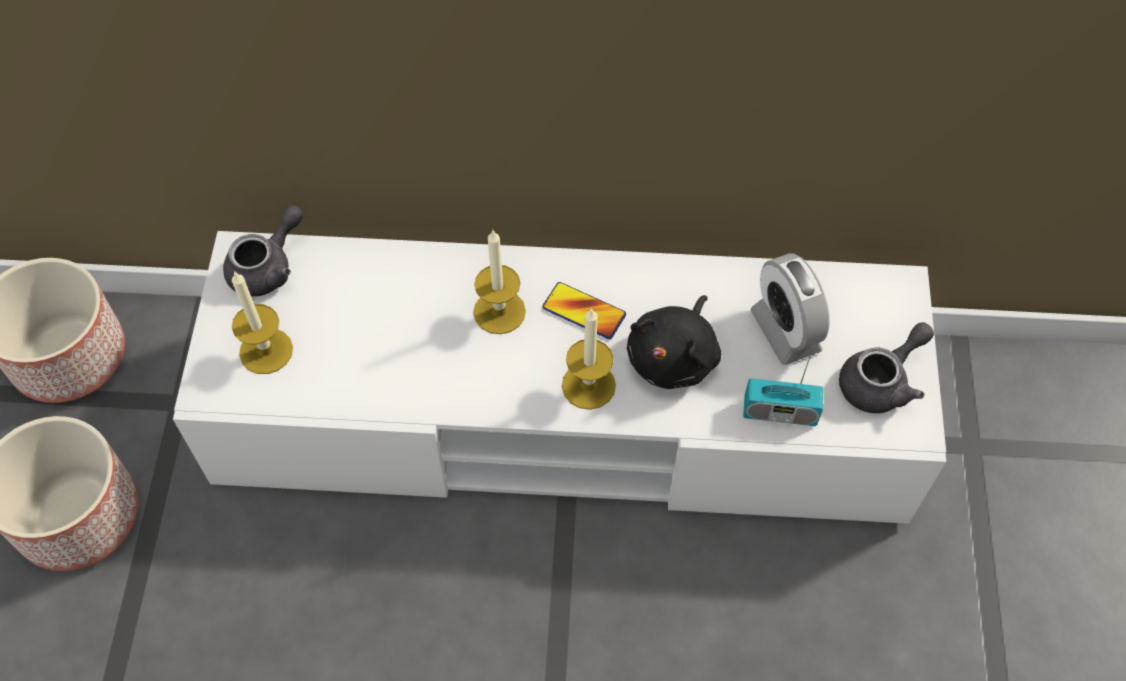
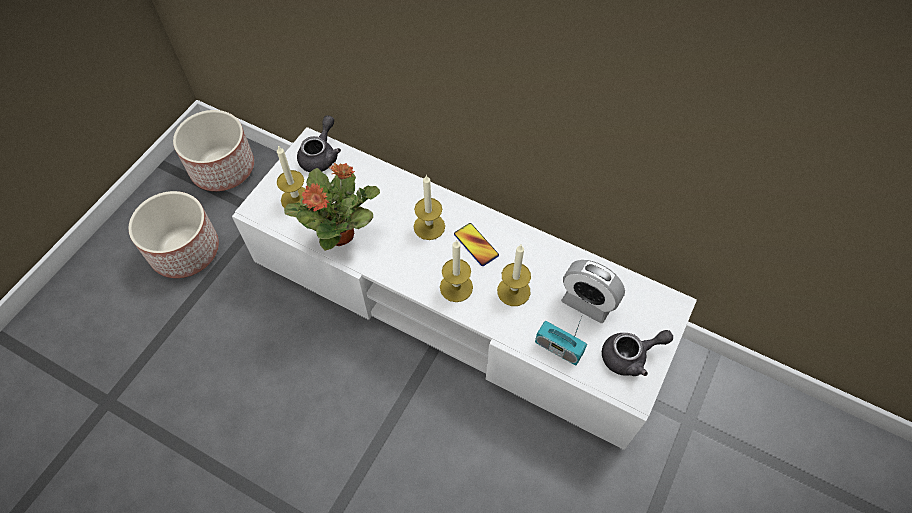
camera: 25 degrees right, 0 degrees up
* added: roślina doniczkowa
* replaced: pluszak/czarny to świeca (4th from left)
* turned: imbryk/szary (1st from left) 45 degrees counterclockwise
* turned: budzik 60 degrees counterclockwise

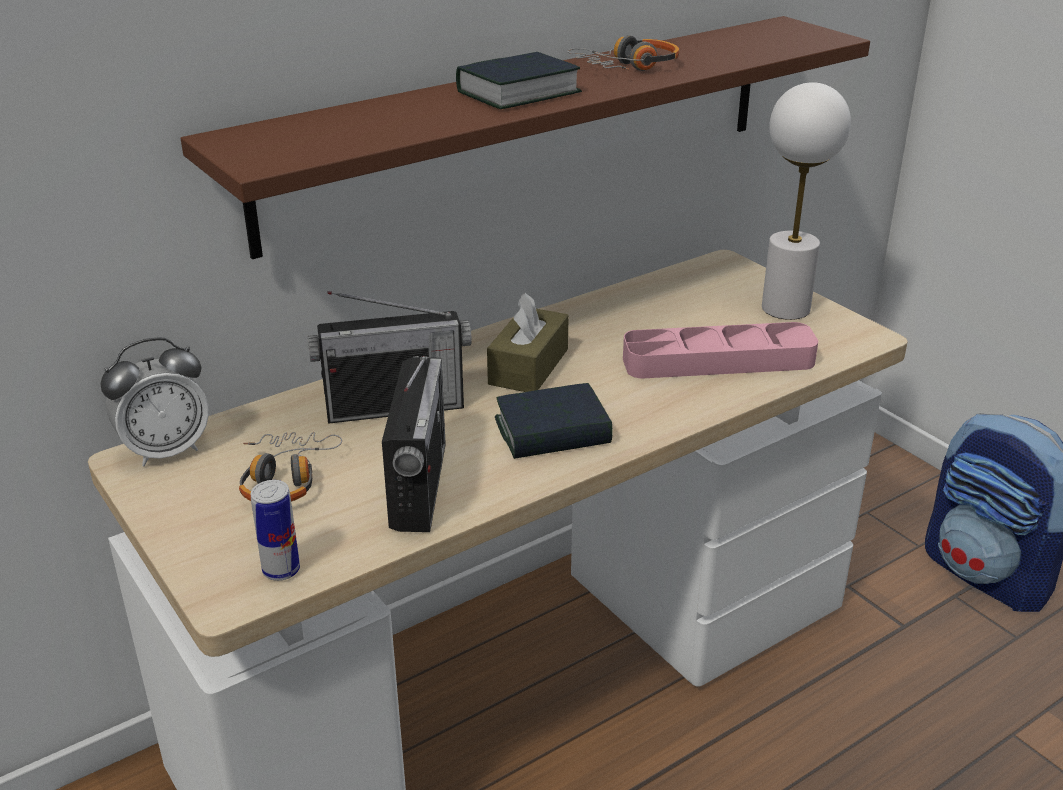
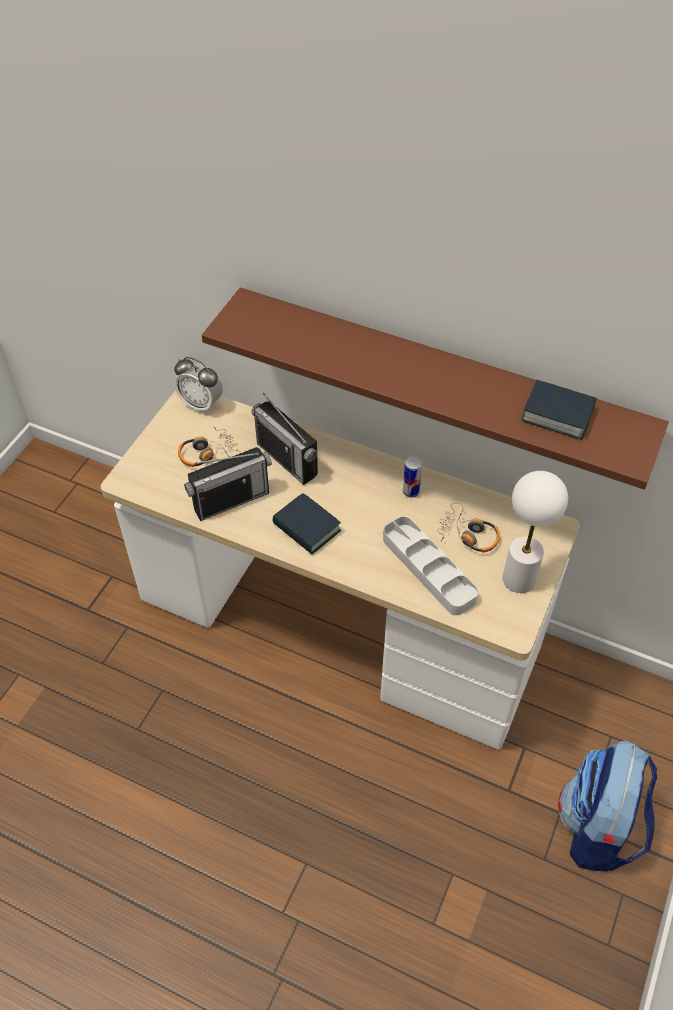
camera: 60 degrees right, 20 degrees up
* removed: pudełko chusteczek/brązowy
* moved: puszka
* moved: książka (1st from left in the first image) to książka (2nd from left)
* moved: słuchawki (2nd from left)
* recoloured: taca/różowy to taca/szary

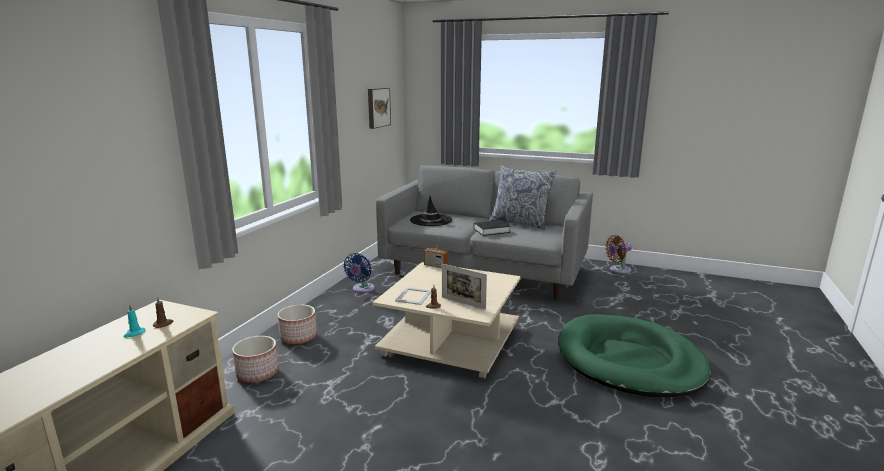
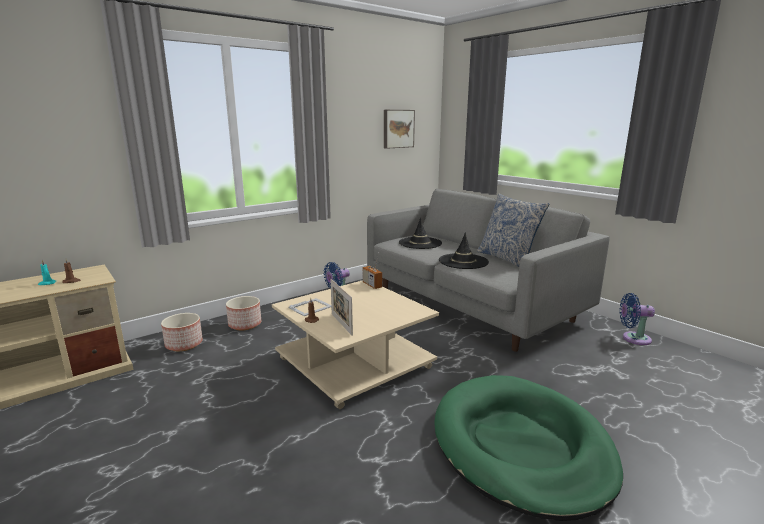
camera: 30 degrees right, 0 degrees up
* replaced: książka/czarny to kapelusz/czarny (2nd from left)
* recoloured: wentylator/brązowy to wentylator/niebieski (2nd from left)

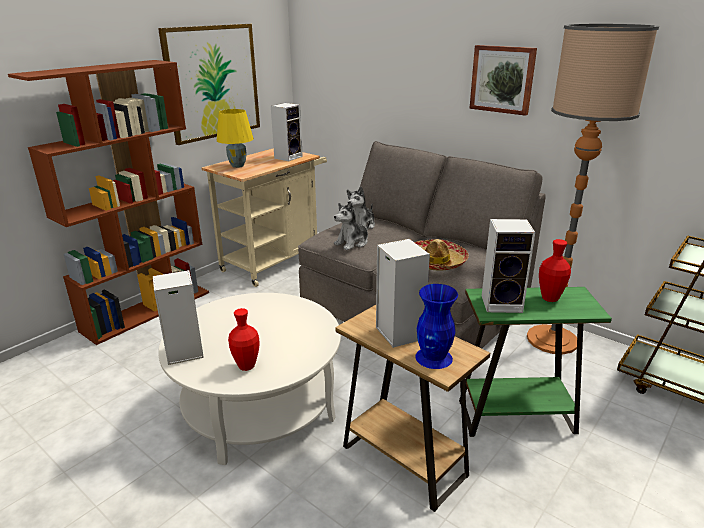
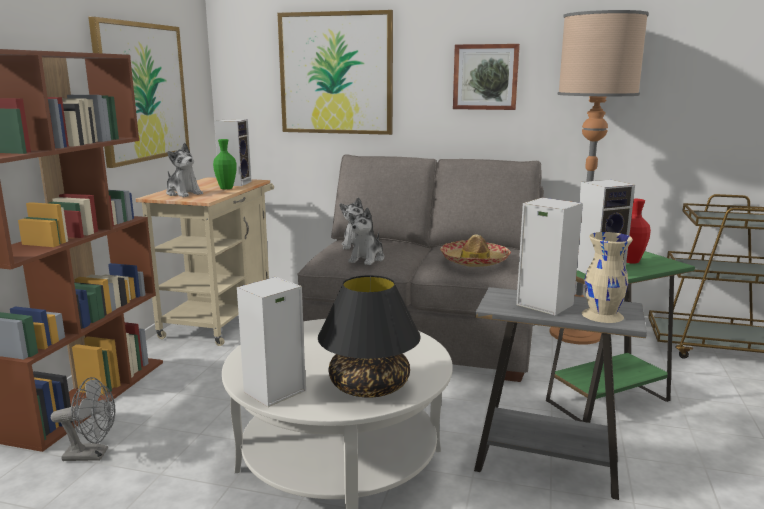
camera: 25 degrees left, 10 degrees down
* added: wentylator/szary
* added: wazon/zielony
* added: obraz (2nd from left)
* replaced: lampa stołowa/żółty to pluszak (1st from left)
* replaced: wazon/czerwony (1st from left) to lampa stołowa/czarny
* recoloured: stolik/brązowy to stolik/szary
* recoloured: wazon/niebieski to wazon/beżowy

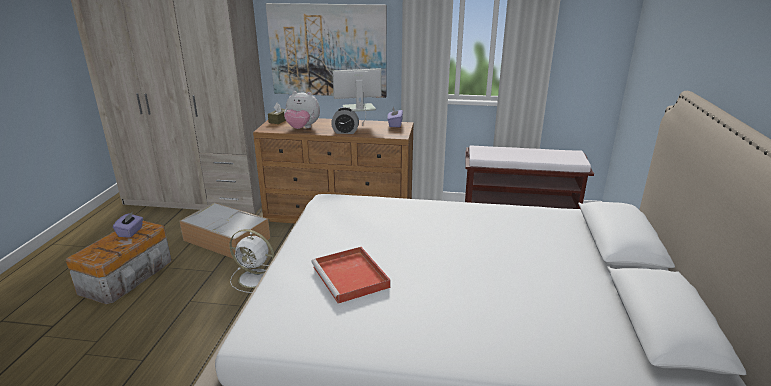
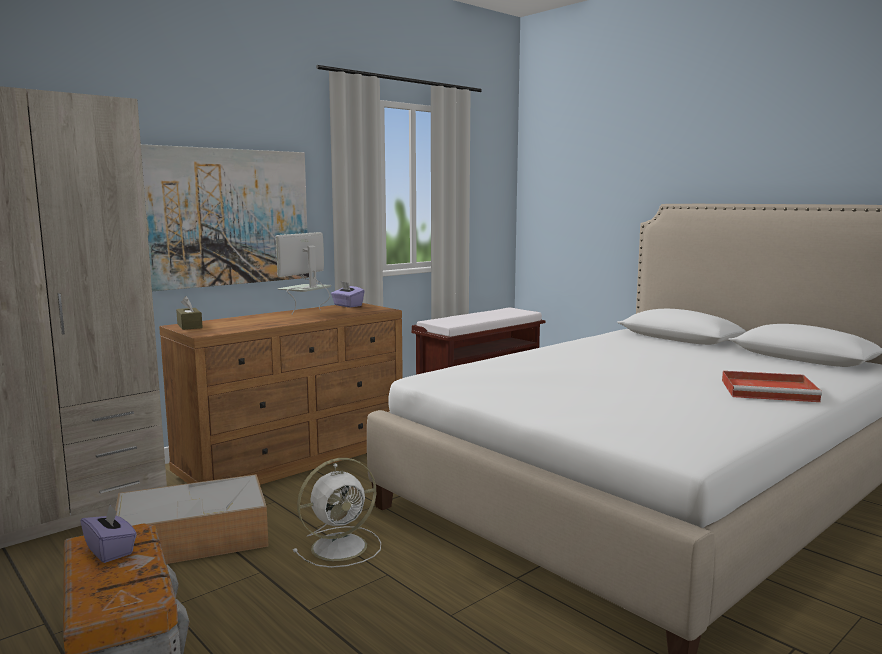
camera: 50 degrees left, 15 degrees down
* removed: pluszak
* removed: budzik
* moved: taca/czerwony

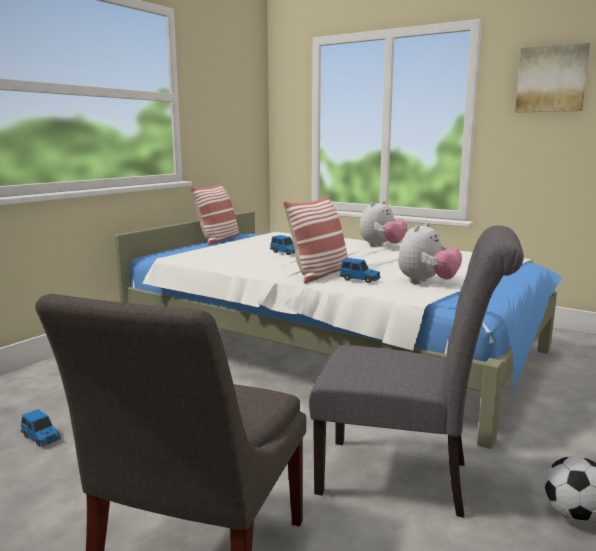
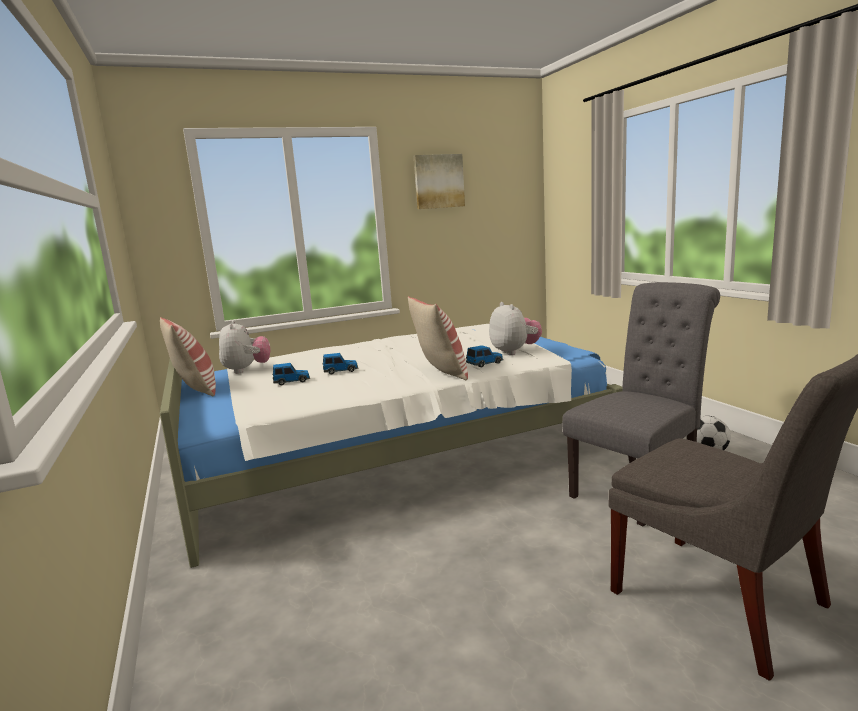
camera: 55 degrees left, 0 degrees up
* moved: samochodzik (1st from left)
* moved: pluszak (1st from left)

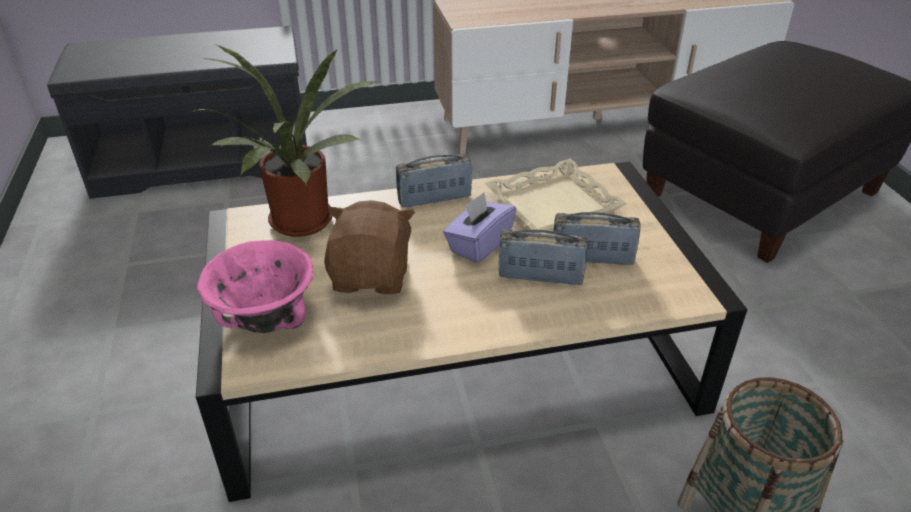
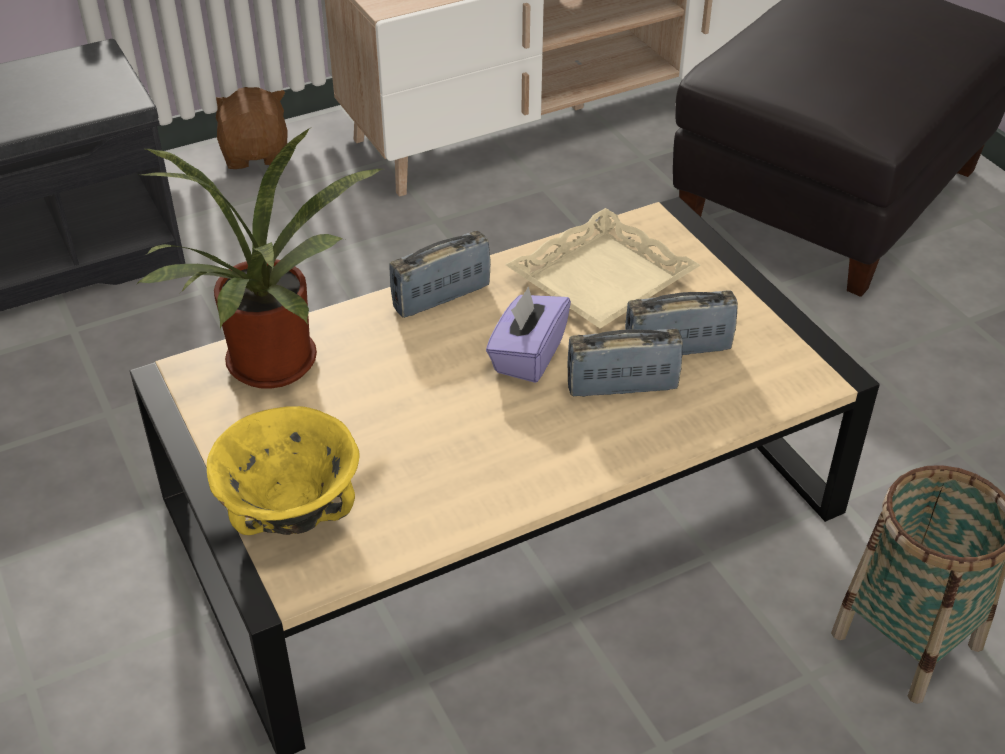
camera: 15 degrees left, 5 degrees up
* moved: pluszak/brązowy
* recoloured: miska/różowy to miska/żółty

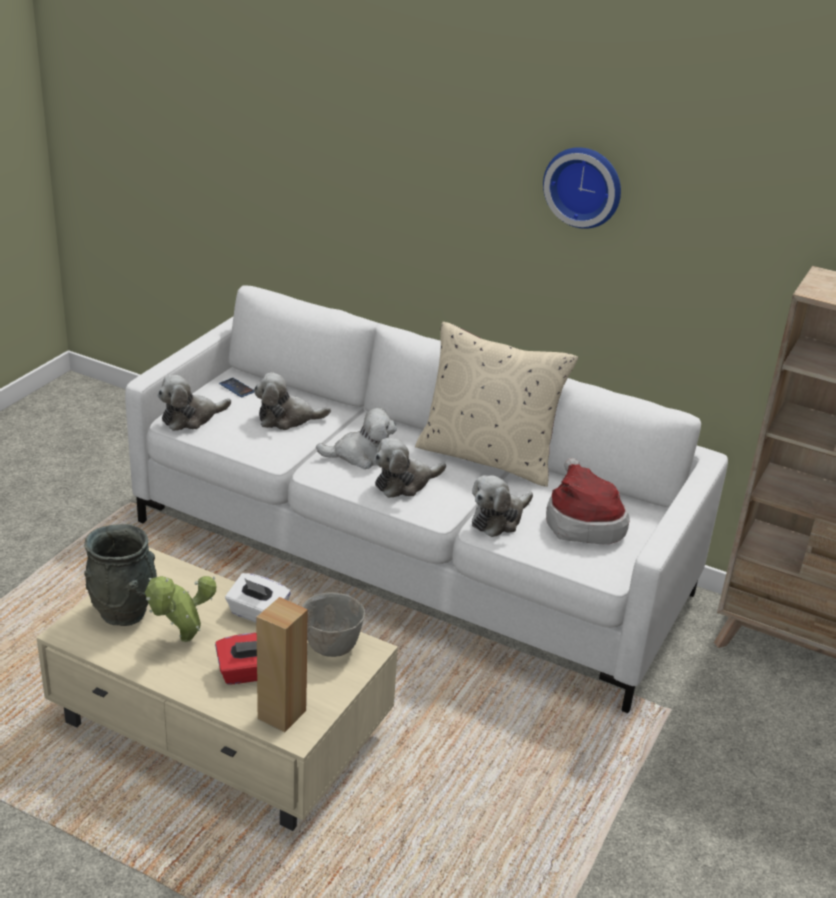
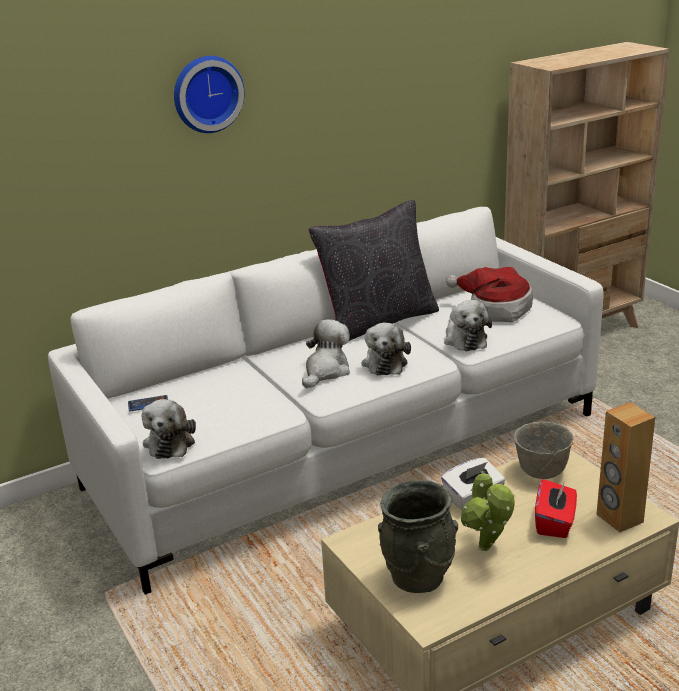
camera: 55 degrees left, 5 degrees down
* removed: pluszak (2nd from left)
* moved: zegar ścienny
* recoloured: poduszka/beżowy to poduszka/czarny

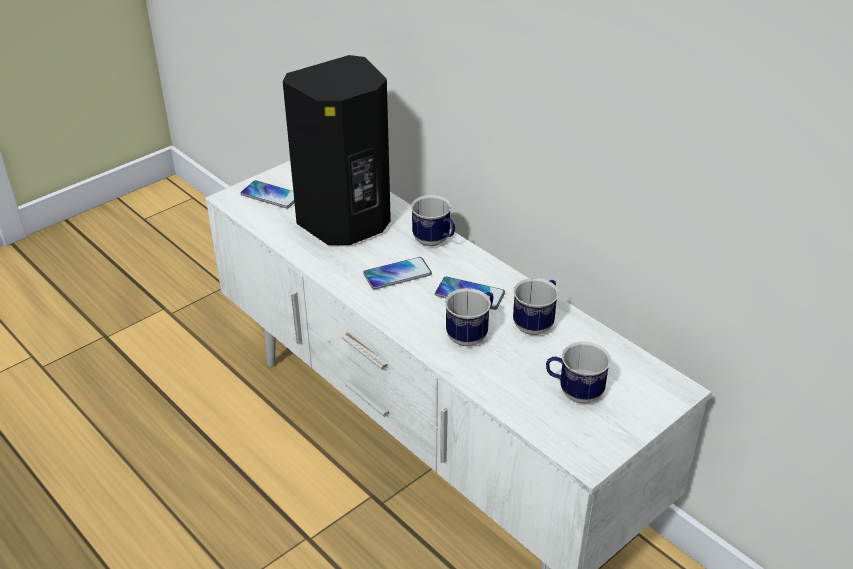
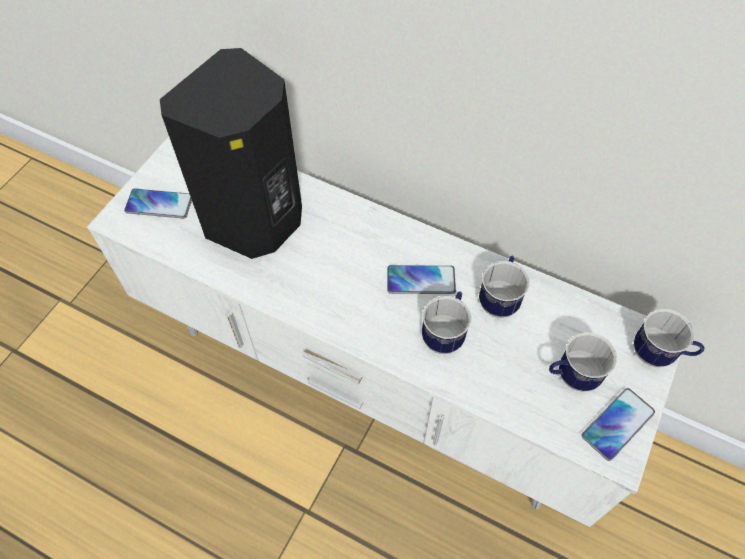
camera: 20 degrees left, 20 degrees up
* moved: telefon (2nd from left in the first image) to telefon (3rd from left)
* moved: kubek (1st from left in the first image) to kubek (4th from left)

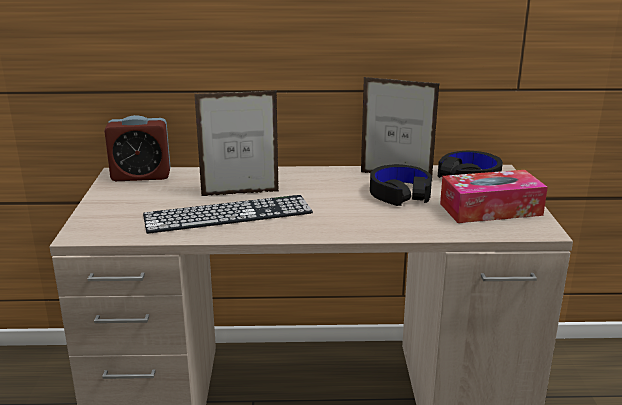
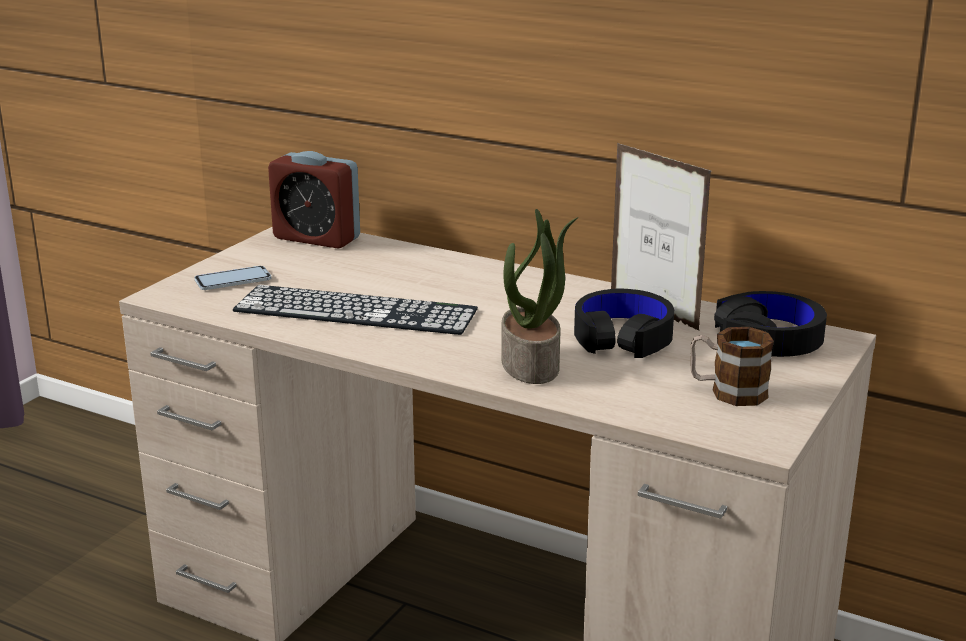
camera: 30 degrees right, 0 degrees up
* removed: ramka na zdjęcie (1st from left)
* added: telefon
* added: roślina doniczkowa
* replaced: pudełko chusteczek to kubek

